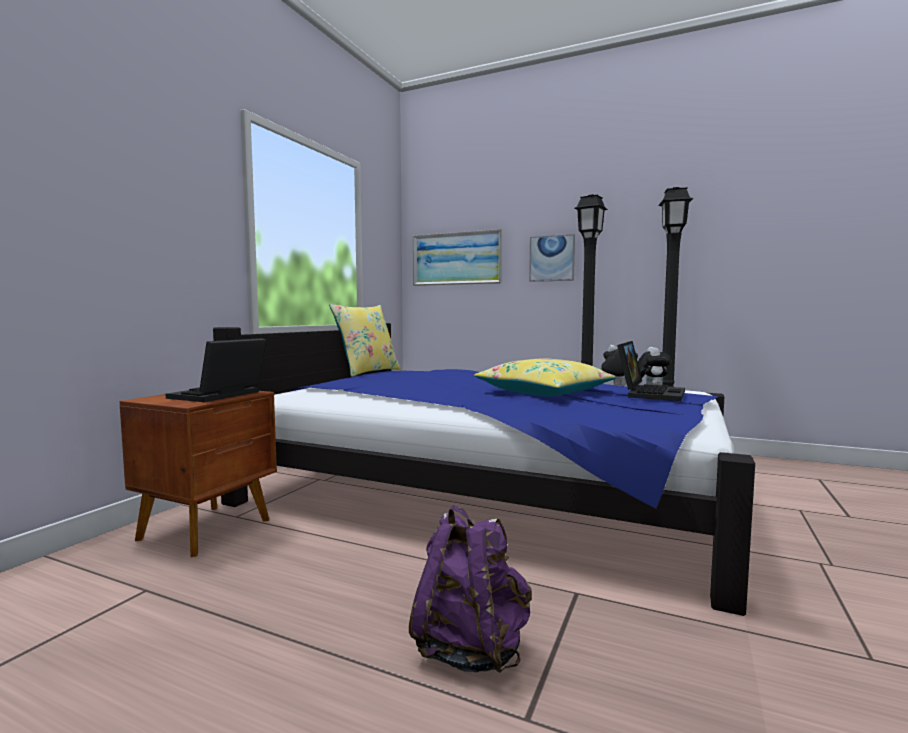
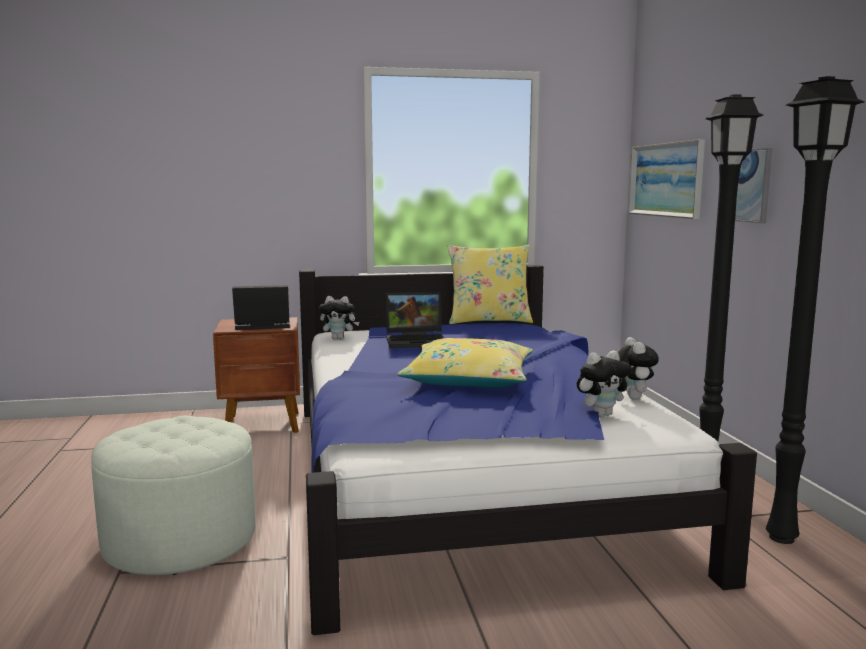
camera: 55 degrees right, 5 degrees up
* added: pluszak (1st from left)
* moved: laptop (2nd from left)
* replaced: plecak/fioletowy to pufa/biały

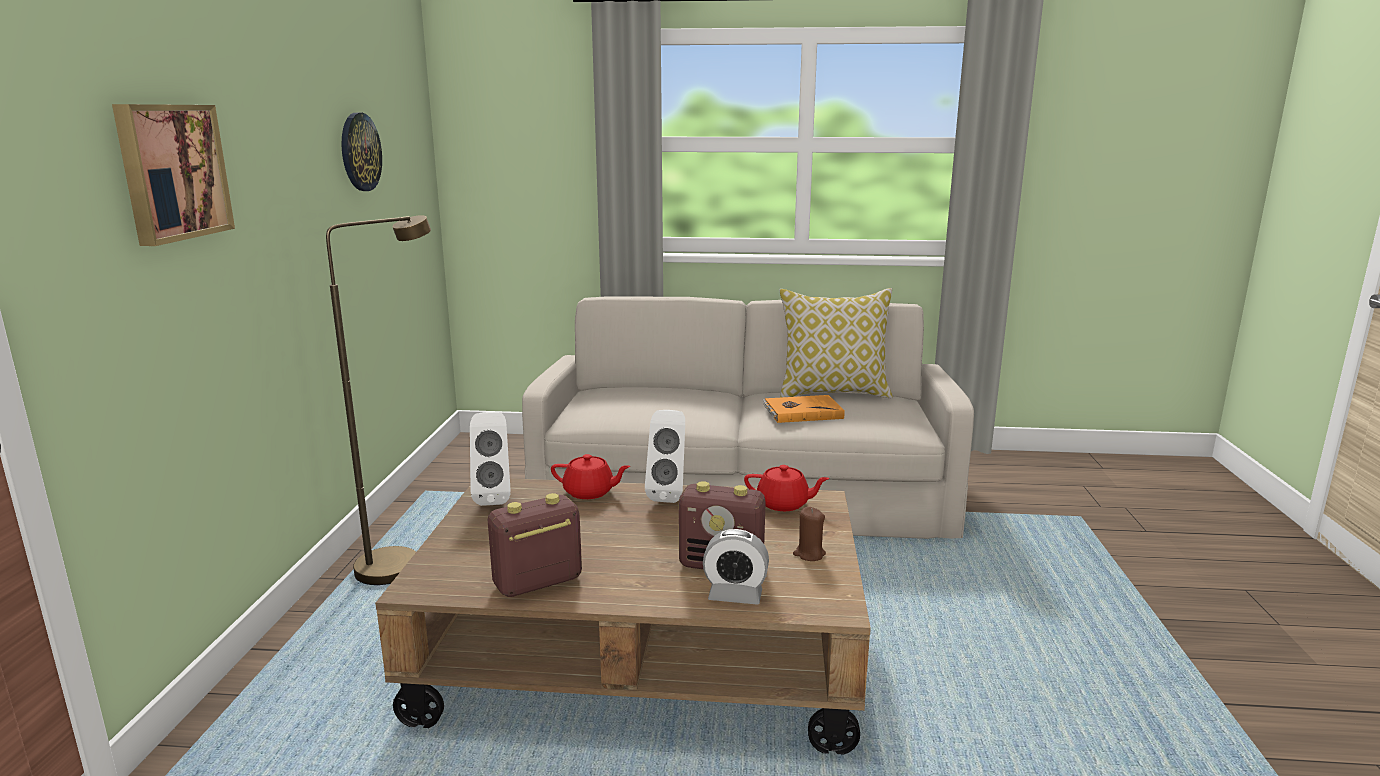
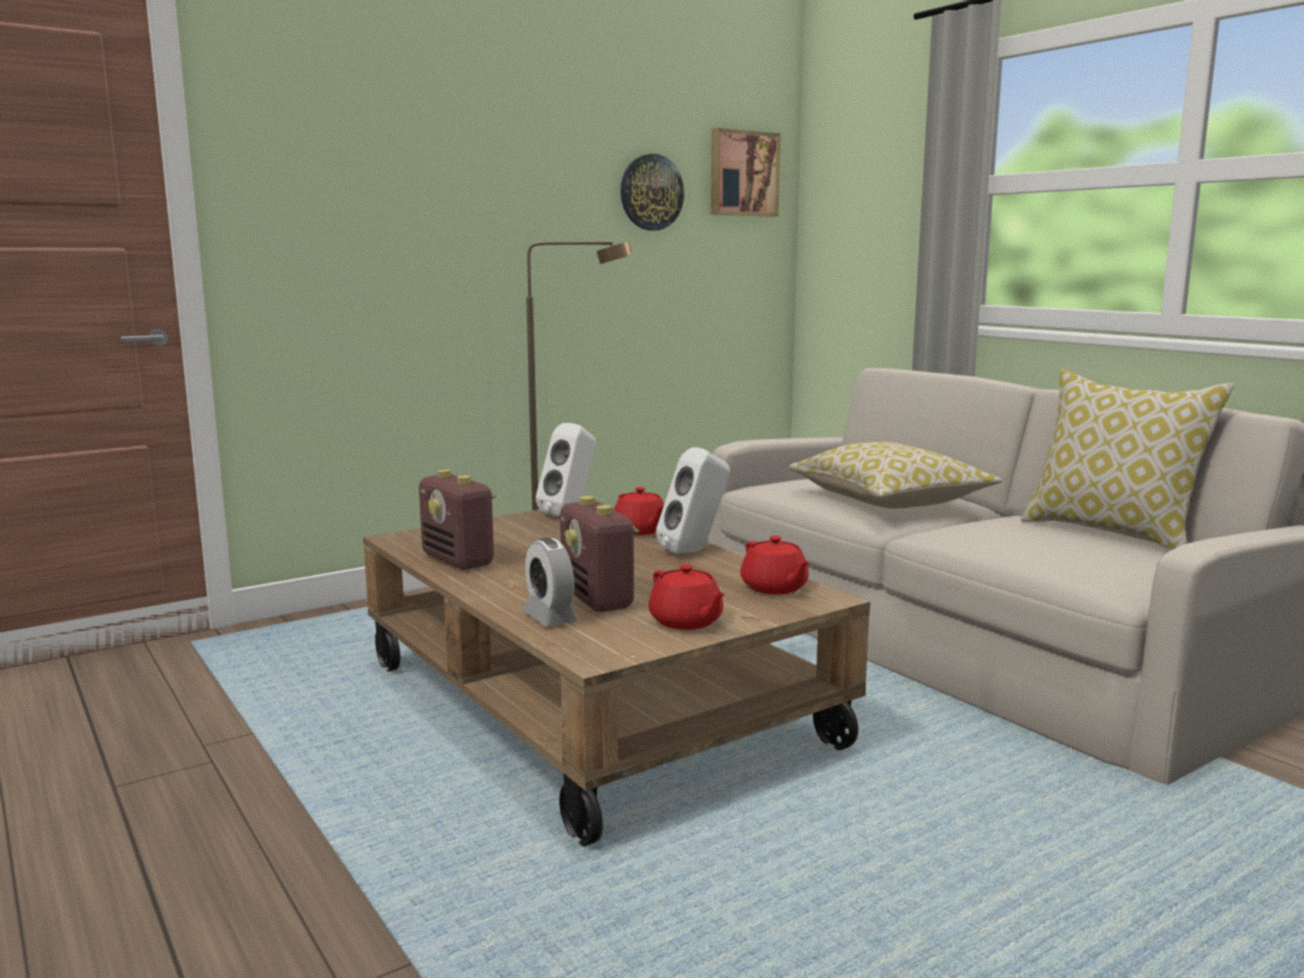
camera: 50 degrees right, 5 degrees down
* removed: książka/pomarańczowy
* added: poduszka (1st from left)
* moved: obraz
* replaced: świeca/brązowy to imbryk/czerwony (2nd from left)
* turned: radio (1st from left) 150 degrees counterclockwise

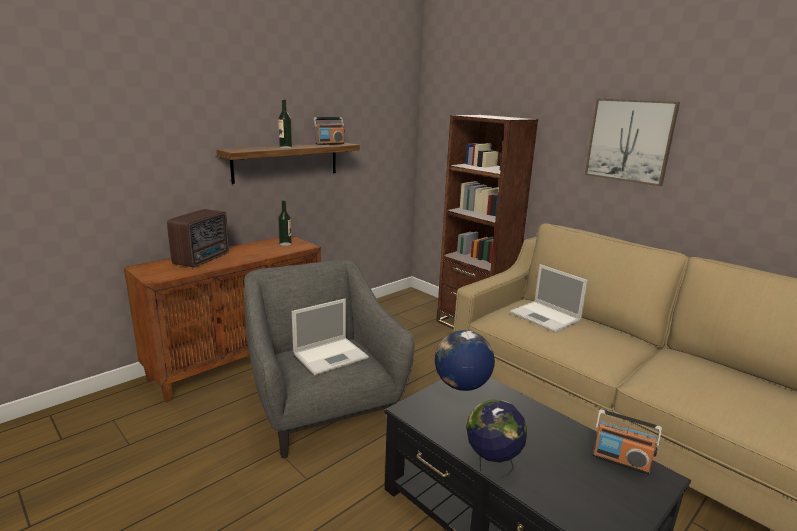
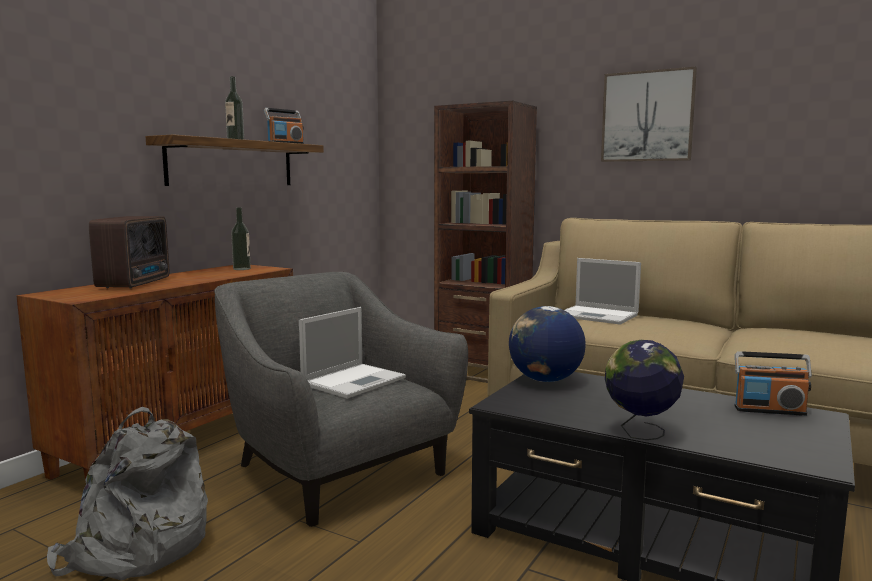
camera: 15 degrees left, 10 degrees down
* added: plecak/szary

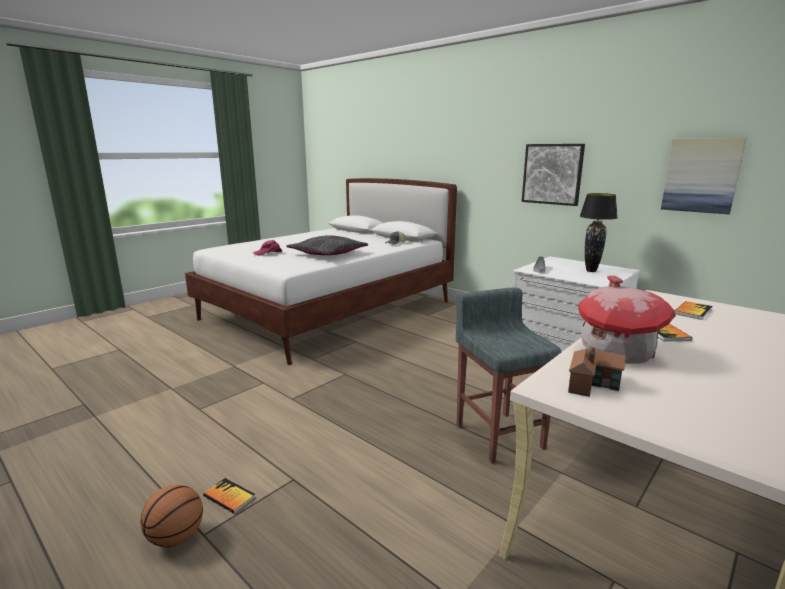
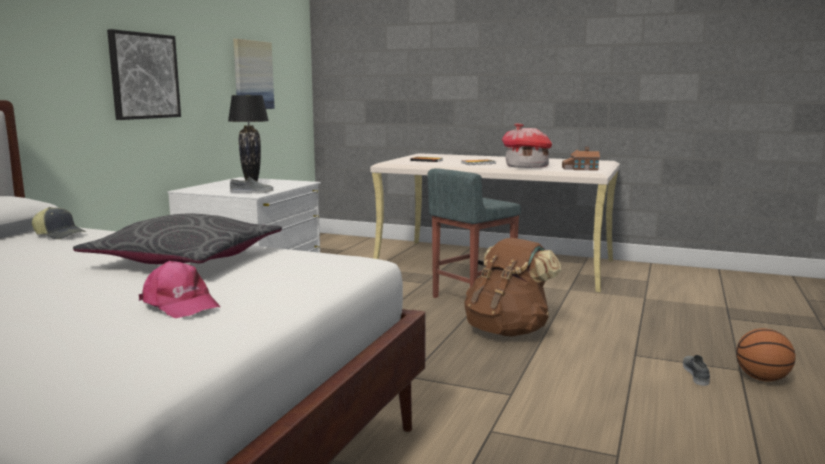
camera: 110 degrees left, 5 degrees down
* added: plecak/brązowy
* replaced: książka (1st from left) to but/szary (2nd from left)

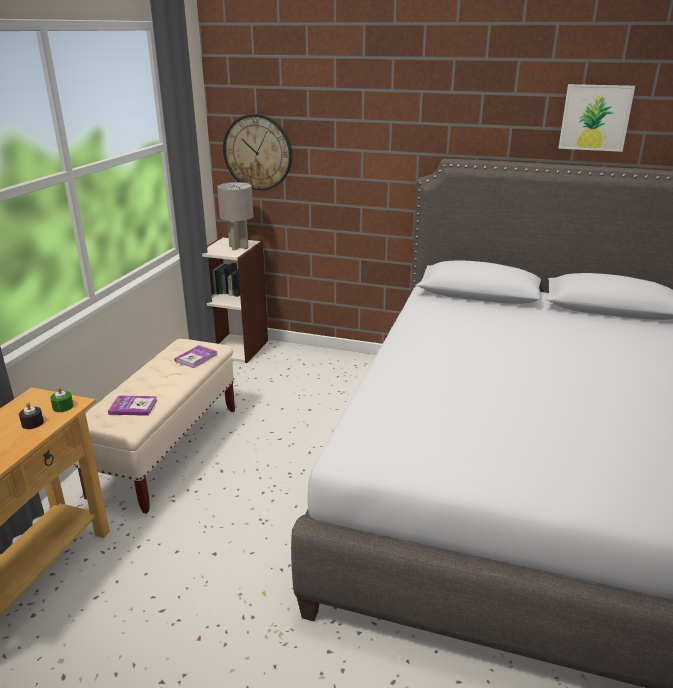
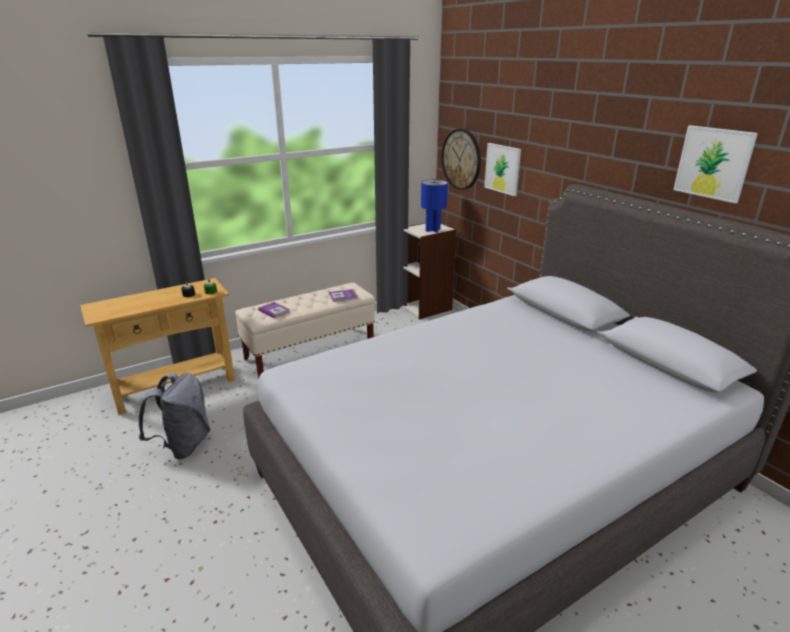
camera: 40 degrees right, 0 degrees up
* added: plecak/szary
* added: obraz (1st from left)
* recoloured: lampa stołowa/szary to lampa stołowa/niebieski

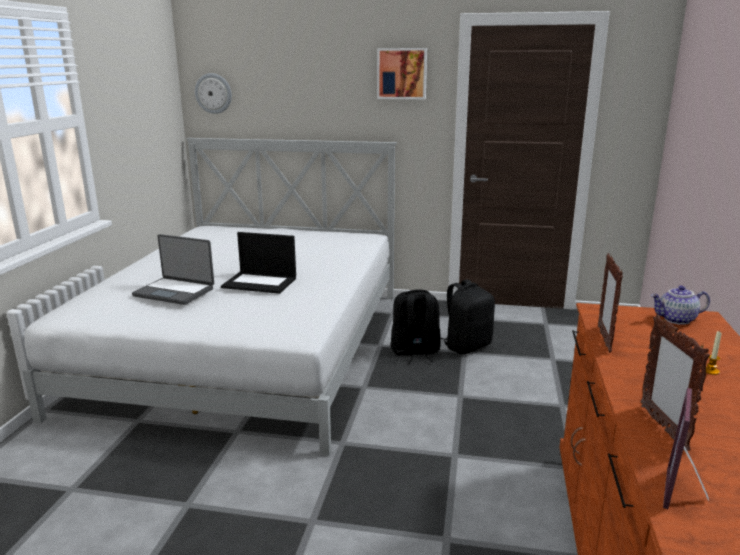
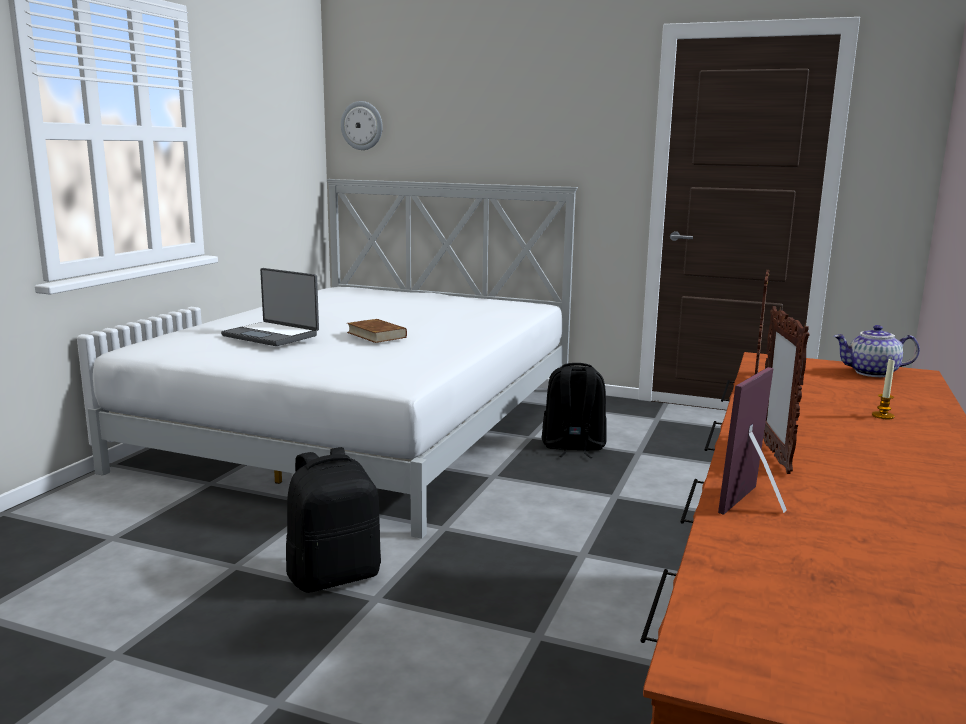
camera: 10 degrees right, 5 degrees down
* removed: obraz
* moved: plecak/czarny (2nd from left in the first image) to plecak/czarny (1st from left)
* replaced: laptop (2nd from left) to książka/brązowy

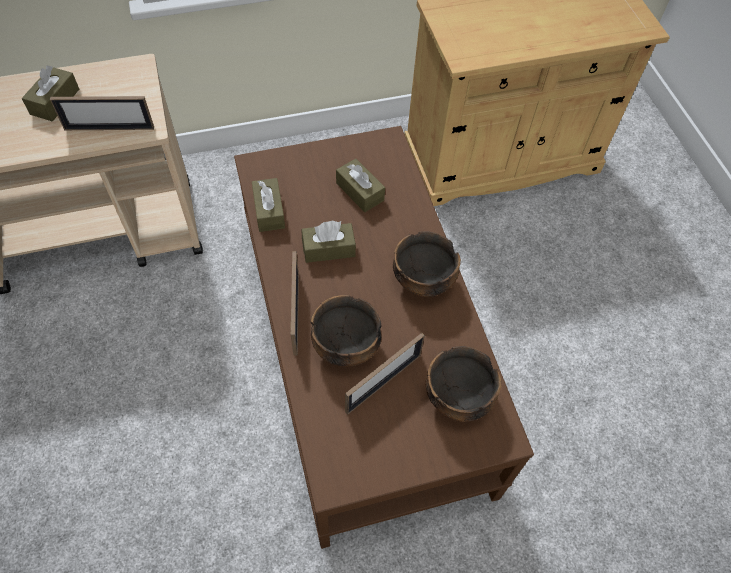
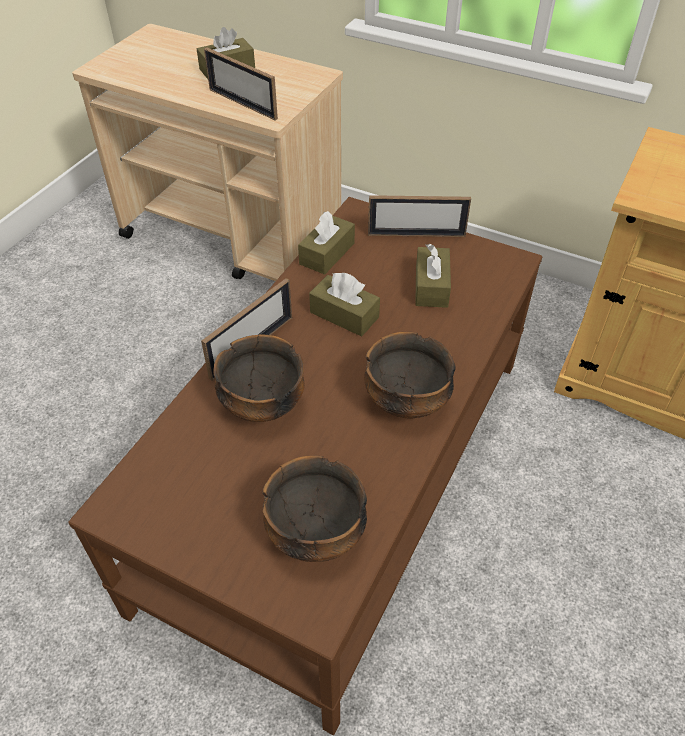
camera: 45 degrees right, 10 degrees down
* moved: ramka na zdjęcie (3rd from left)

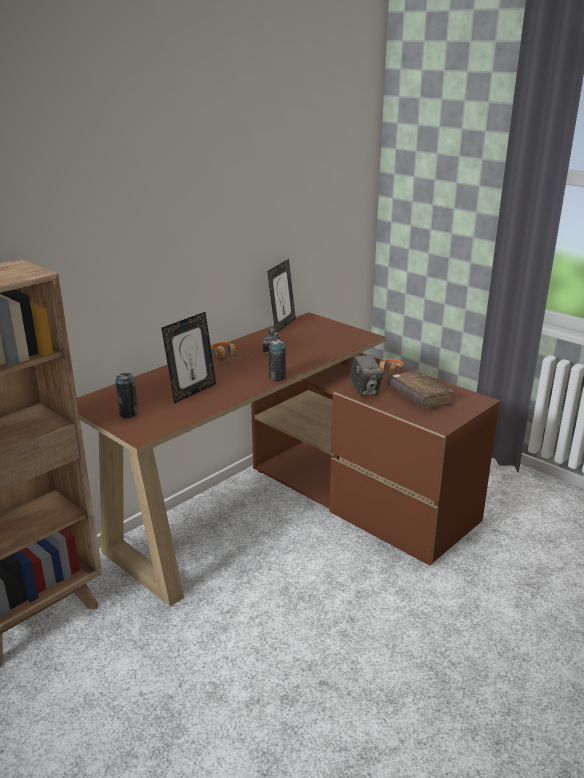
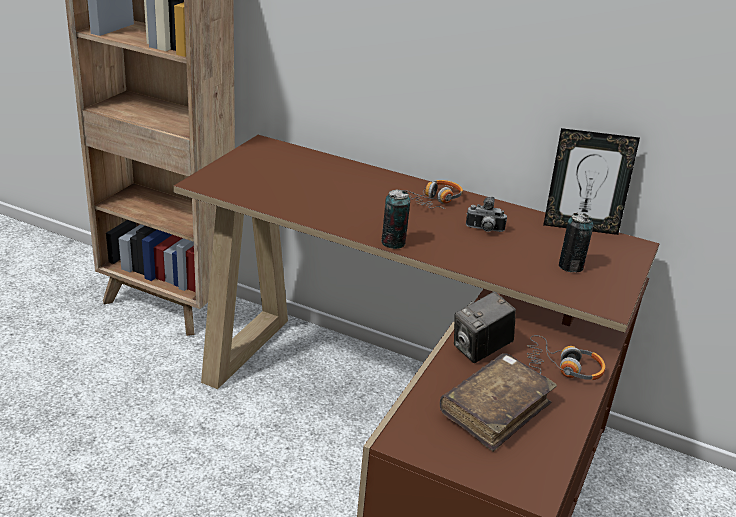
camera: 70 degrees right, 5 degrees up
* removed: ramka na zdjęcie (1st from left)
* moved: puszka (1st from left in the first image) to puszka (2nd from left)

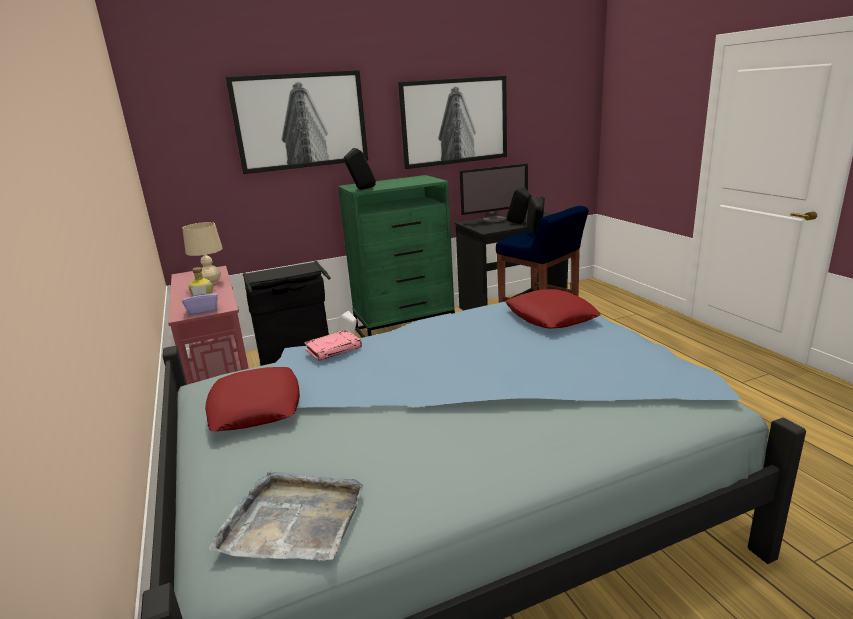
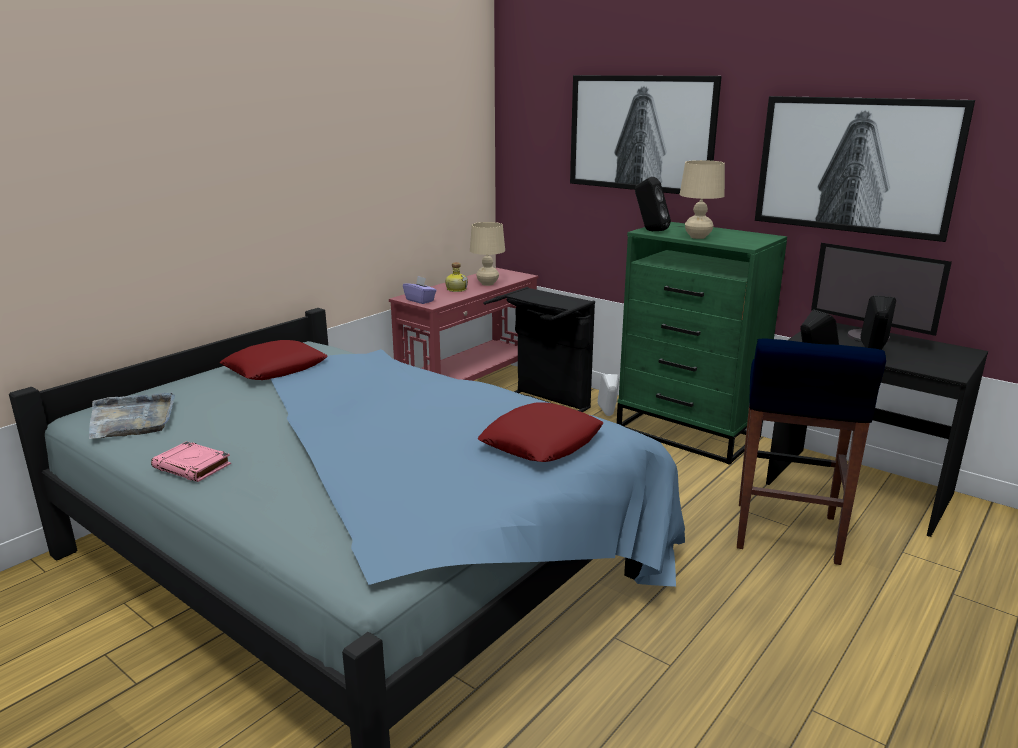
camera: 60 degrees right, 0 degrees up
* added: lampa stołowa/beżowy (2nd from left)
* moved: książka/różowy

